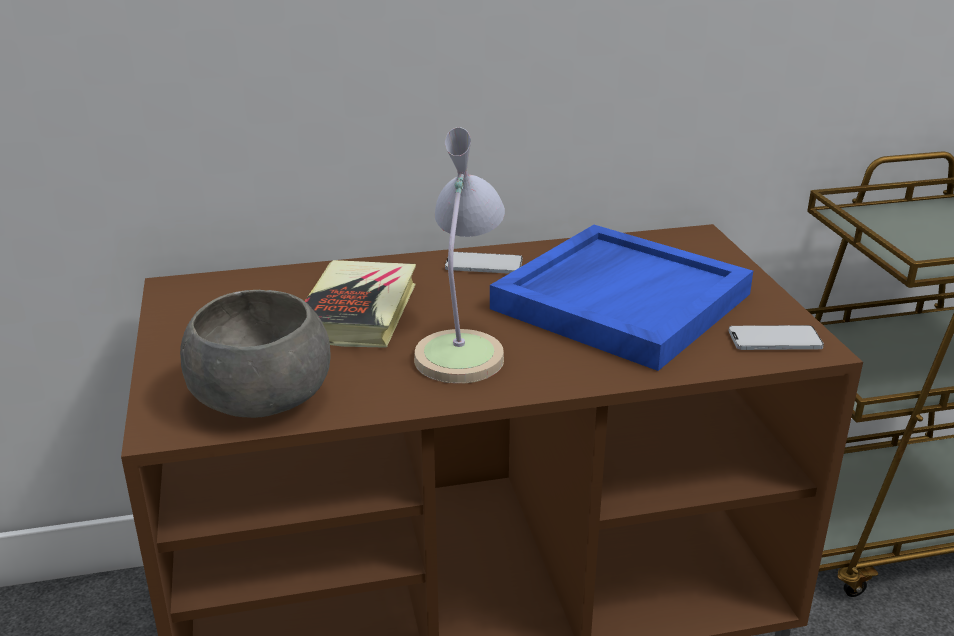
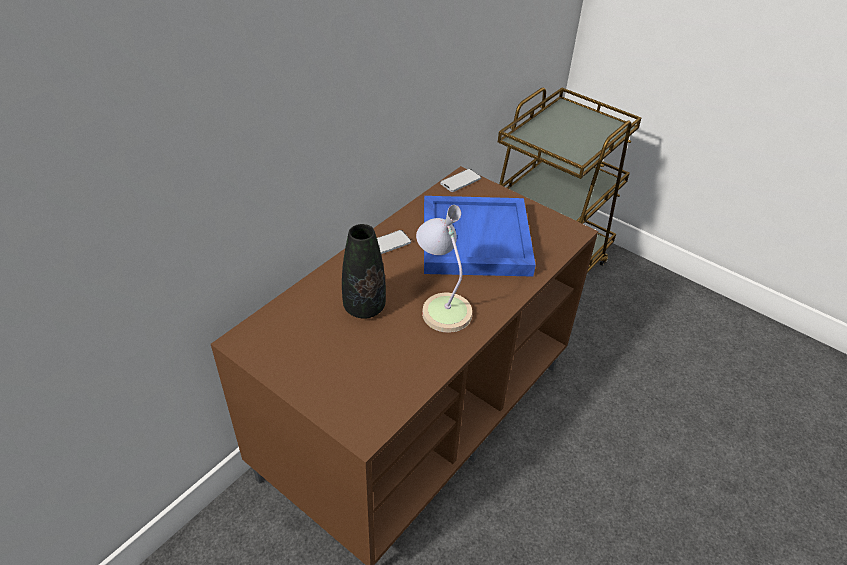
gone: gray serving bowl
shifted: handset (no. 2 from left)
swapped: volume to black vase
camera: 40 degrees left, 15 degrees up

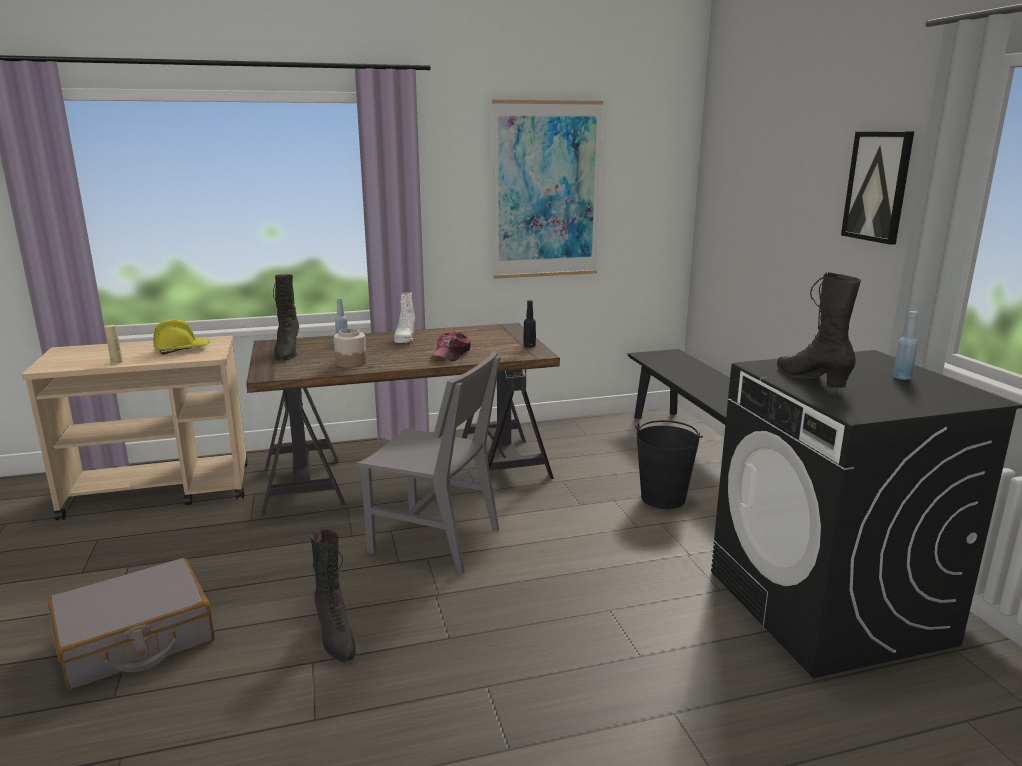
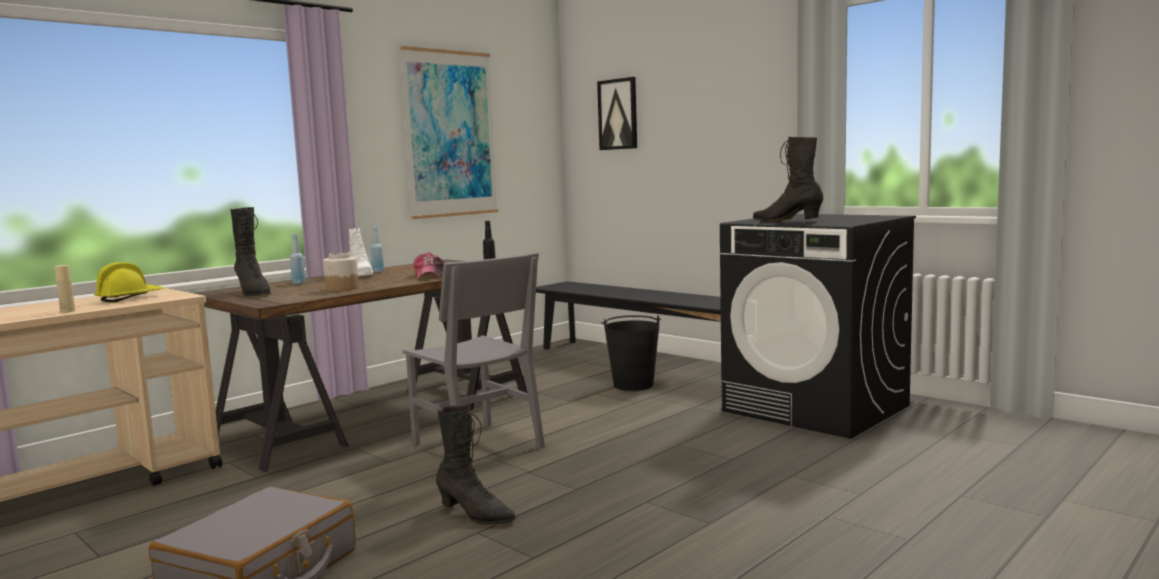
shifted: wall picture (no. 2 from left); blue bottle (no. 2 from left)
rotated: gray chair 60 degrees clockwise
camera: 30 degrees left, 10 degrees down

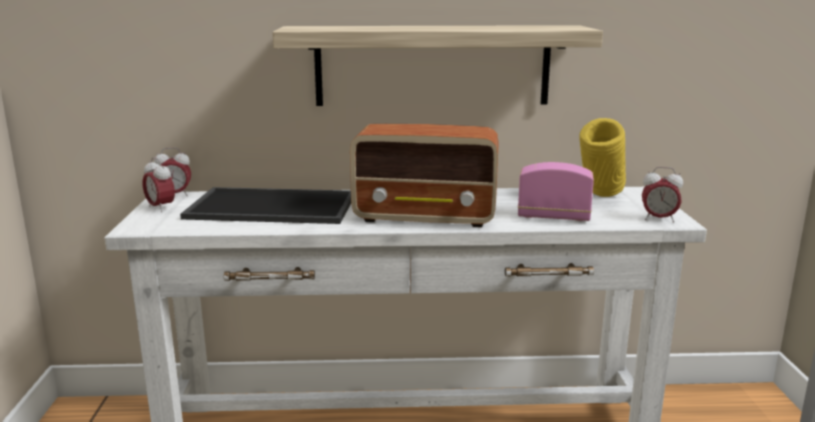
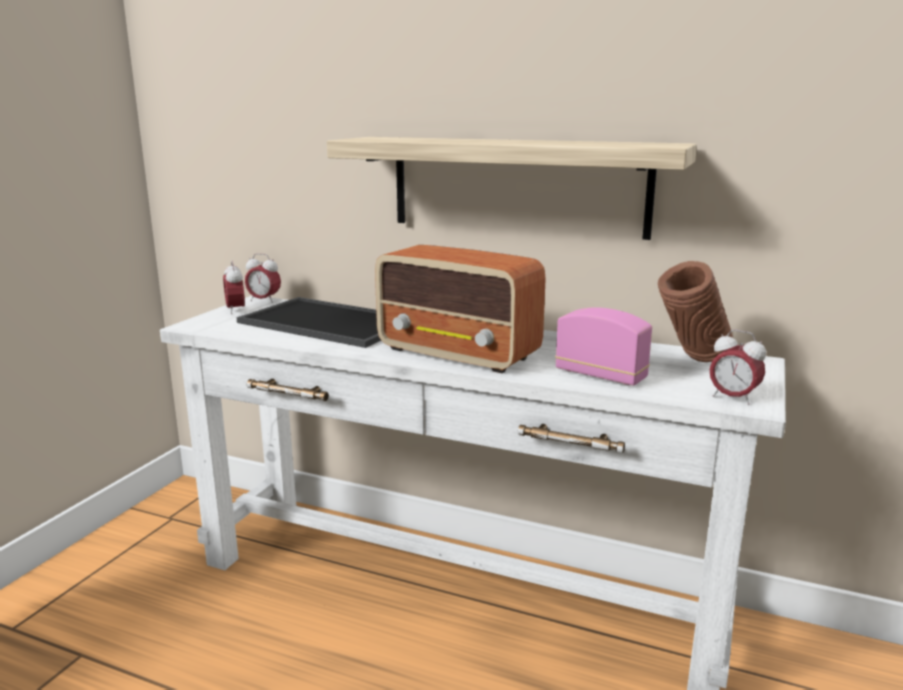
repainted: yellow-coloured vase to brown-coloured vase
camera: 25 degrees right, 0 degrees up

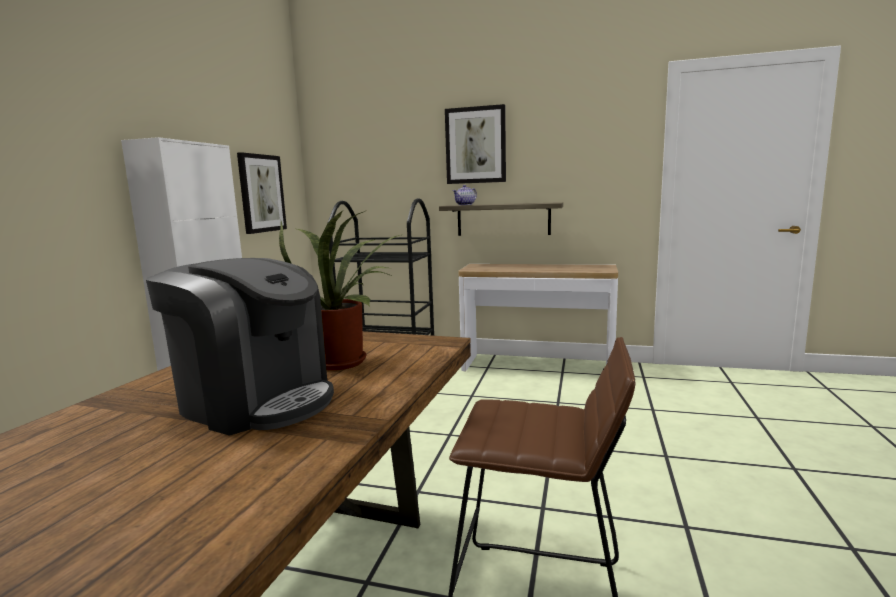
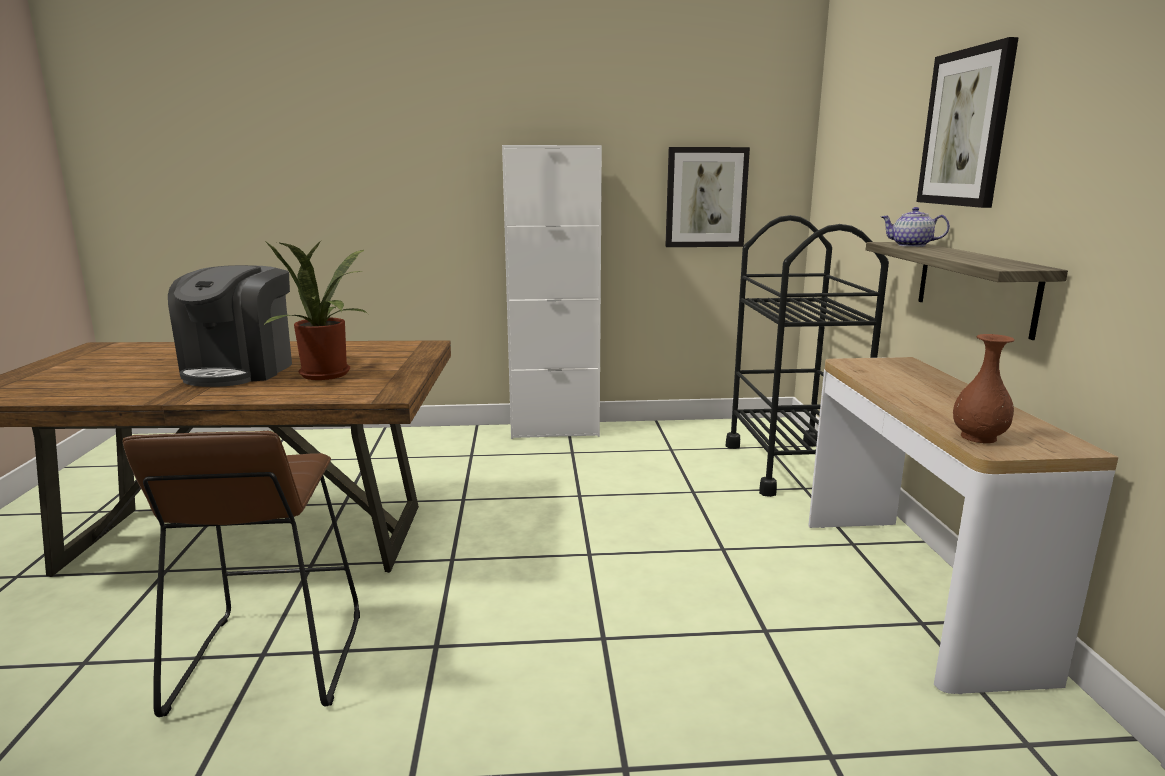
new: brown-coloured vase
camera: 70 degrees right, 5 degrees up

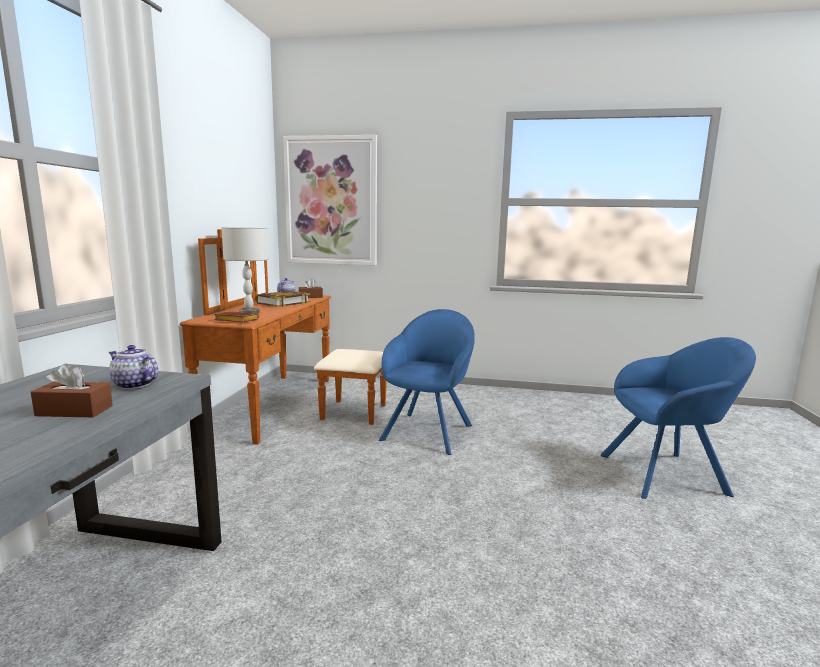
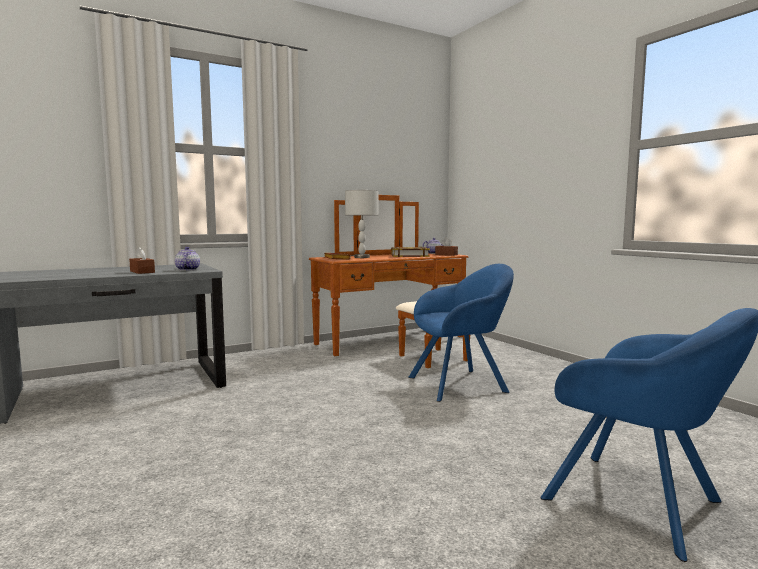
gone: wall picture
camera: 50 degrees right, 5 degrees down

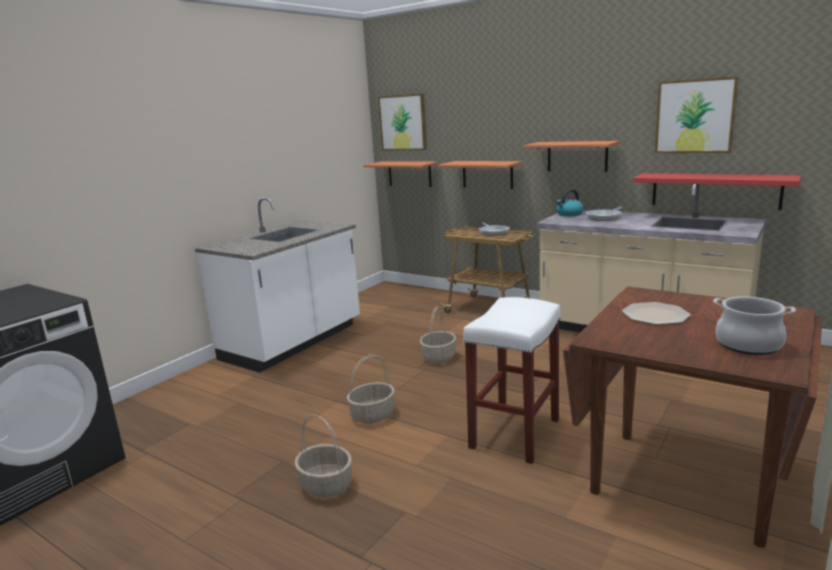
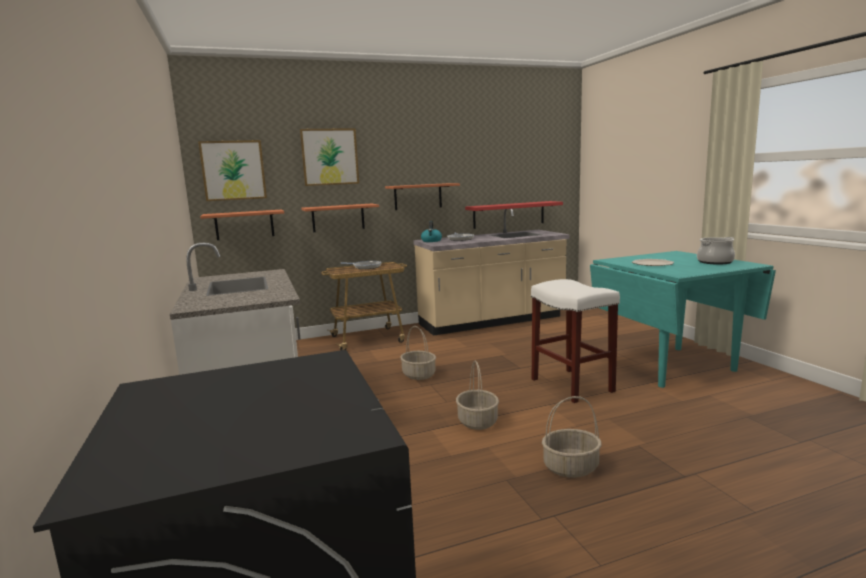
shifted: wall picture (no. 2 from left)
repainted: brown-coloured dining table to turquoise-coloured dining table
camera: 55 degrees left, 5 degrees down

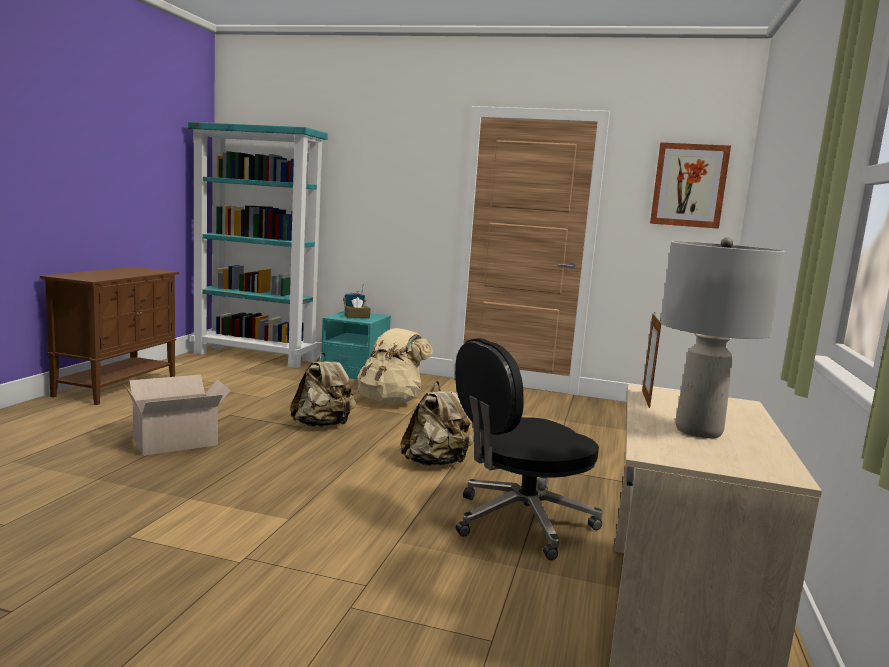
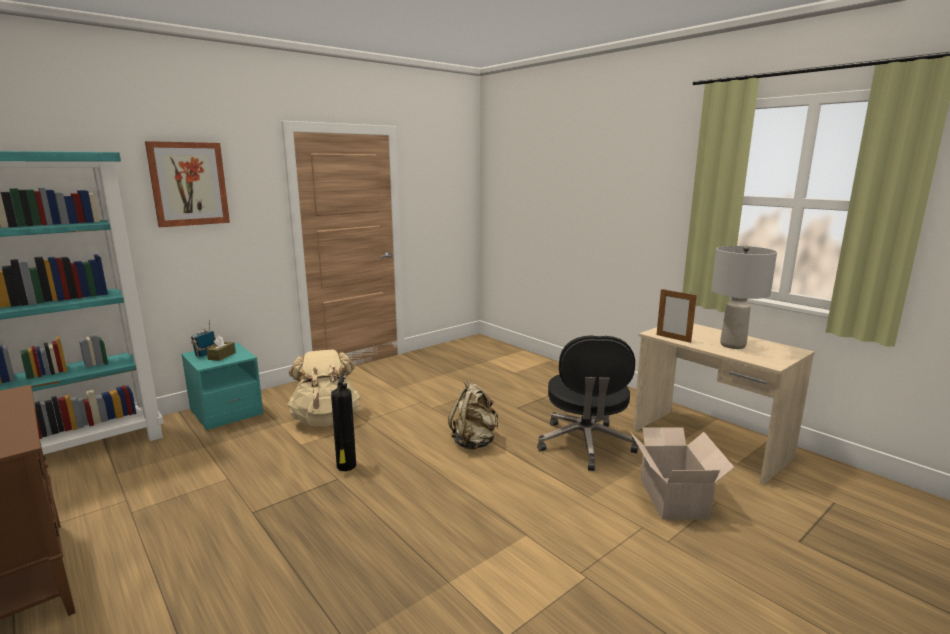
shifted: carton; wall picture
swapped: sand-coloured backpack (no. 1 from left) to fire extinguisher
camera: 55 degrees left, 5 degrees up

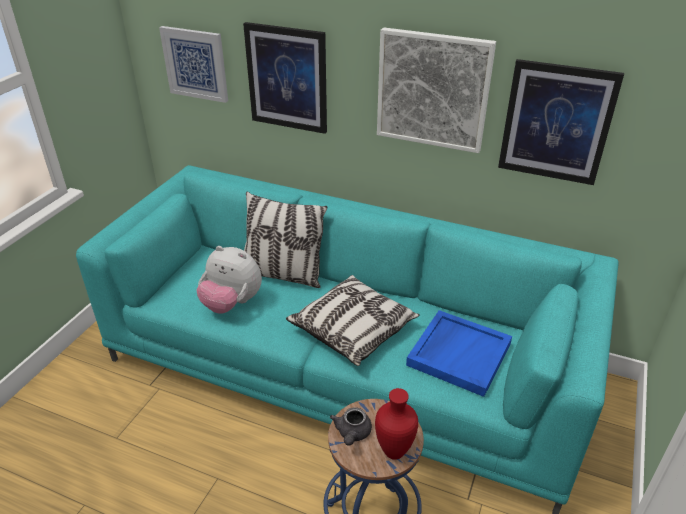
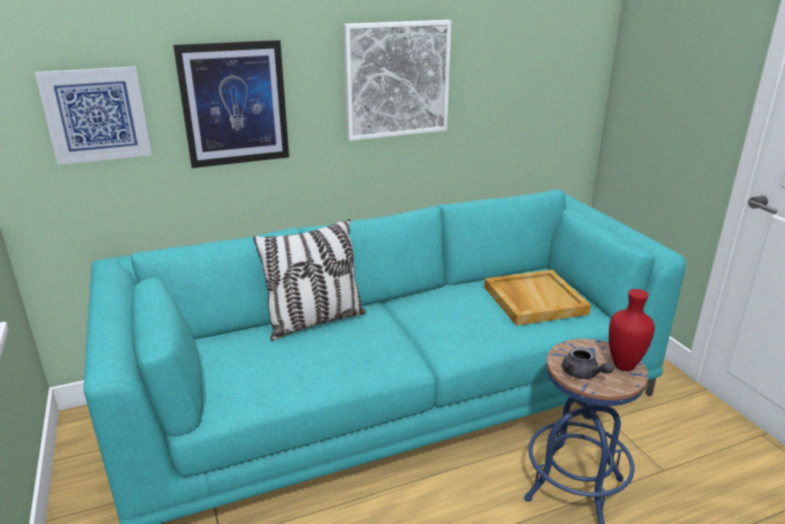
gone: cuddly toy; throw pillow (no. 2 from left); wall picture (no. 4 from left)
repainted: blue tray to sand-coloured tray
camera: 45 degrees left, 10 degrees down

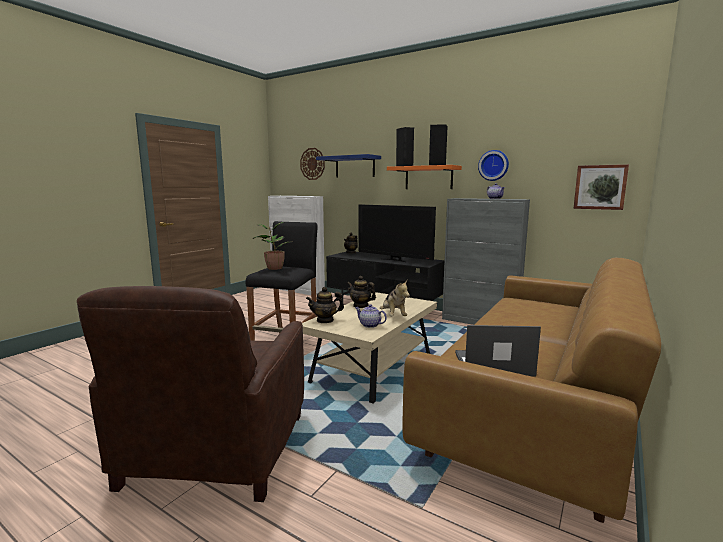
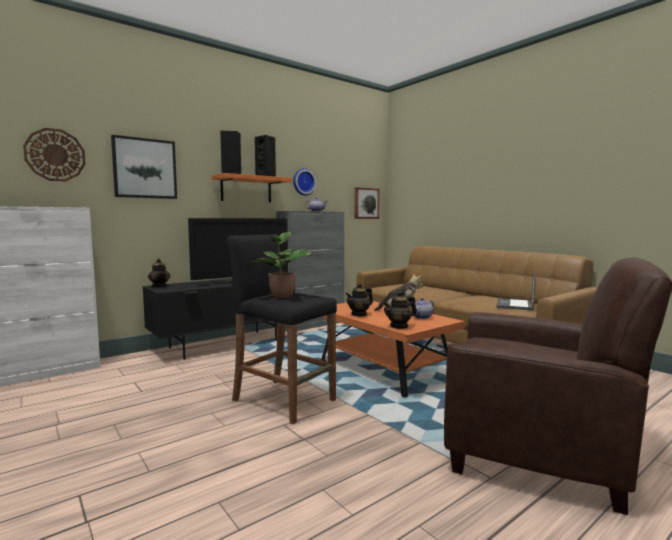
swapped: blue shelf to wall picture (no. 1 from left)
repainted: sand-coloured lounge table to orange-coloured lounge table
rotated: tea pot (no. 1 from left in the first image) 60 degrees clockwise
camera: 70 degrees left, 5 degrees down

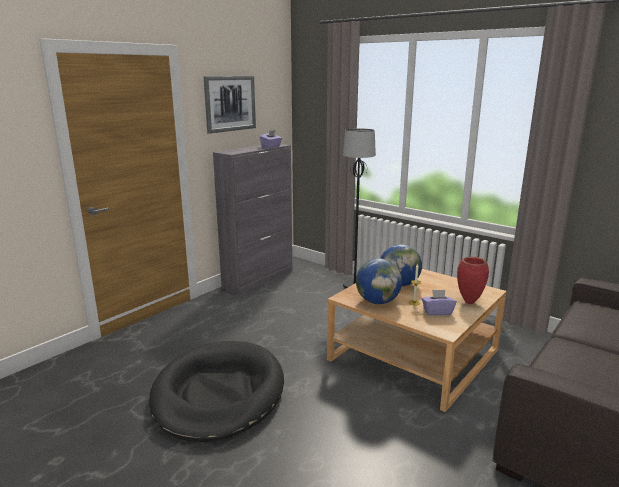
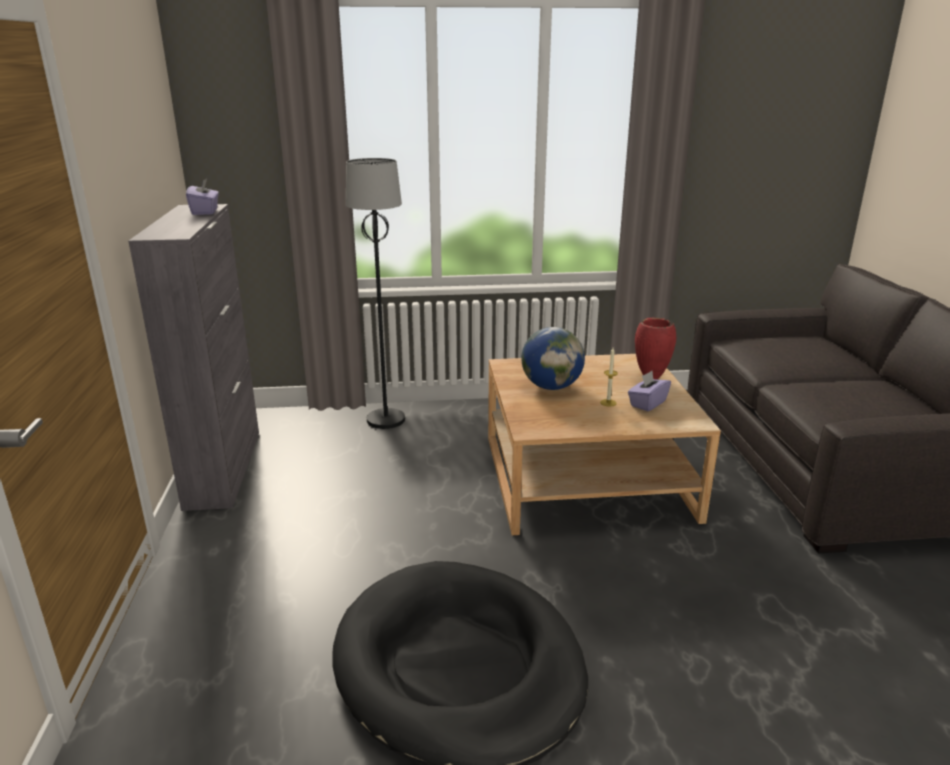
gone: wall picture; globe (no. 1 from left)
camera: 45 degrees left, 5 degrees up

